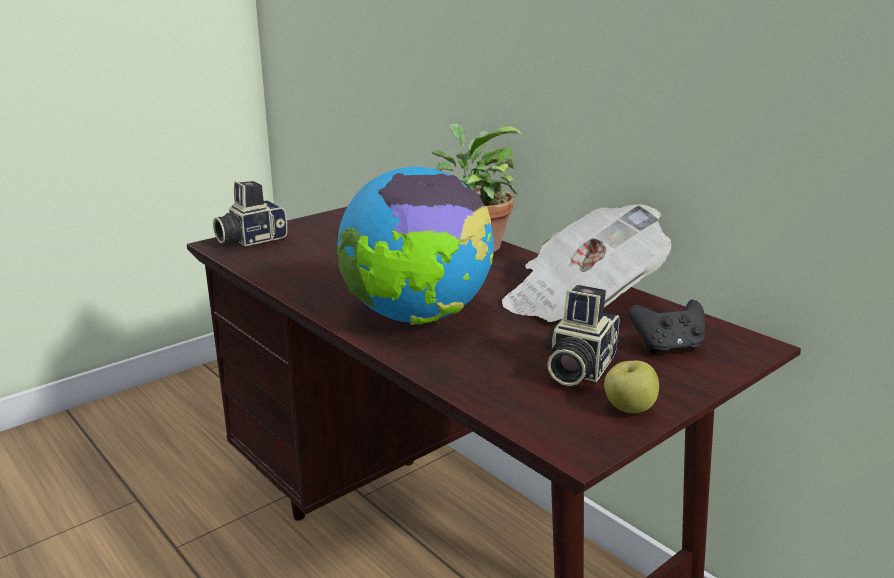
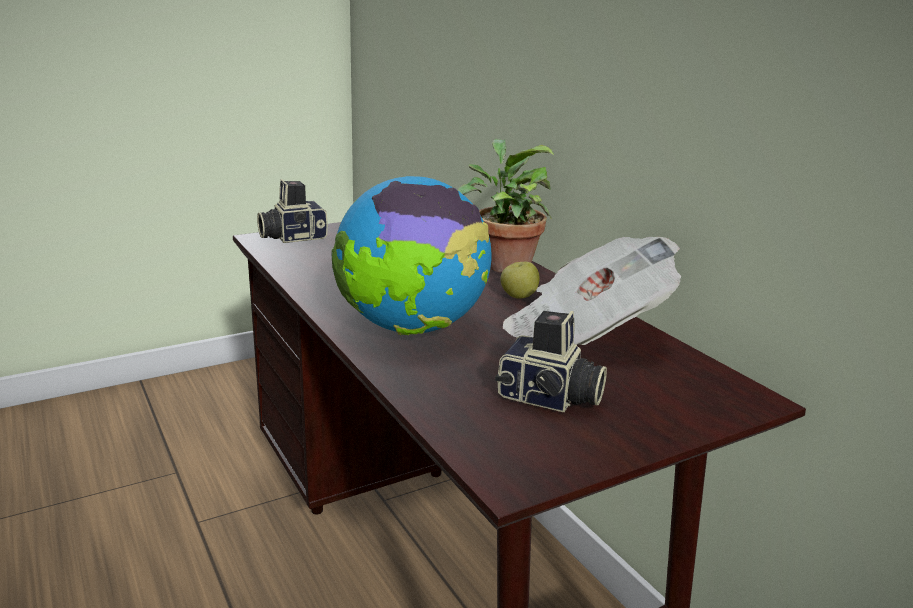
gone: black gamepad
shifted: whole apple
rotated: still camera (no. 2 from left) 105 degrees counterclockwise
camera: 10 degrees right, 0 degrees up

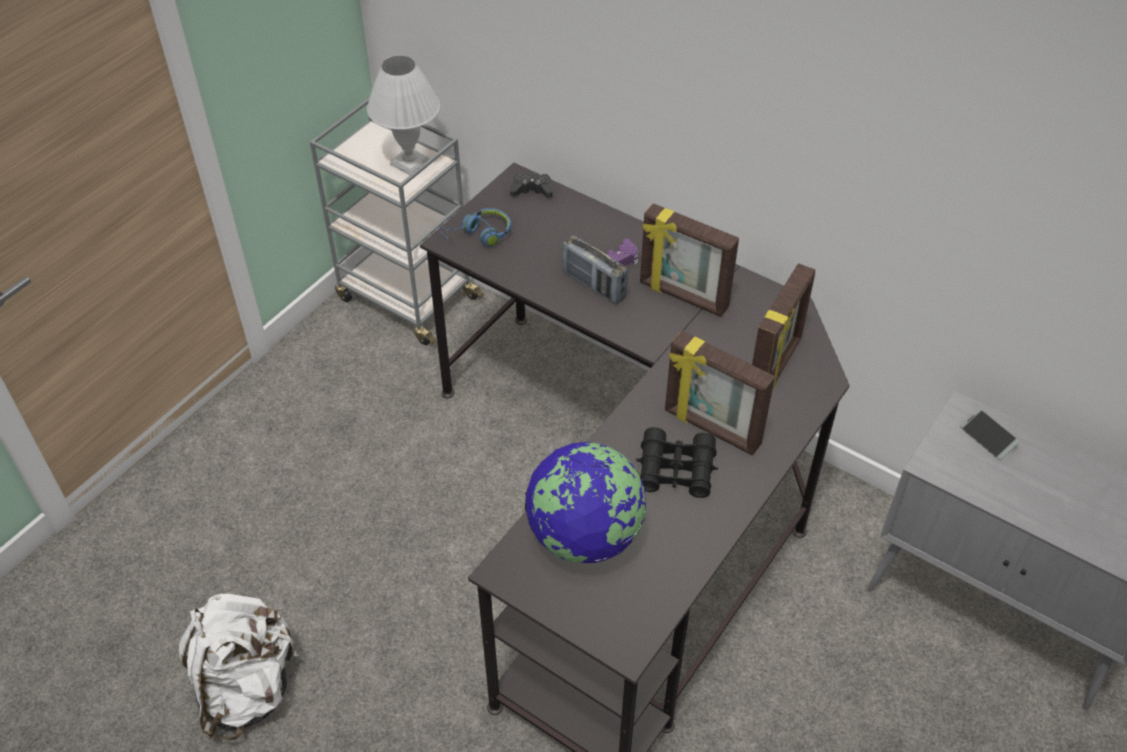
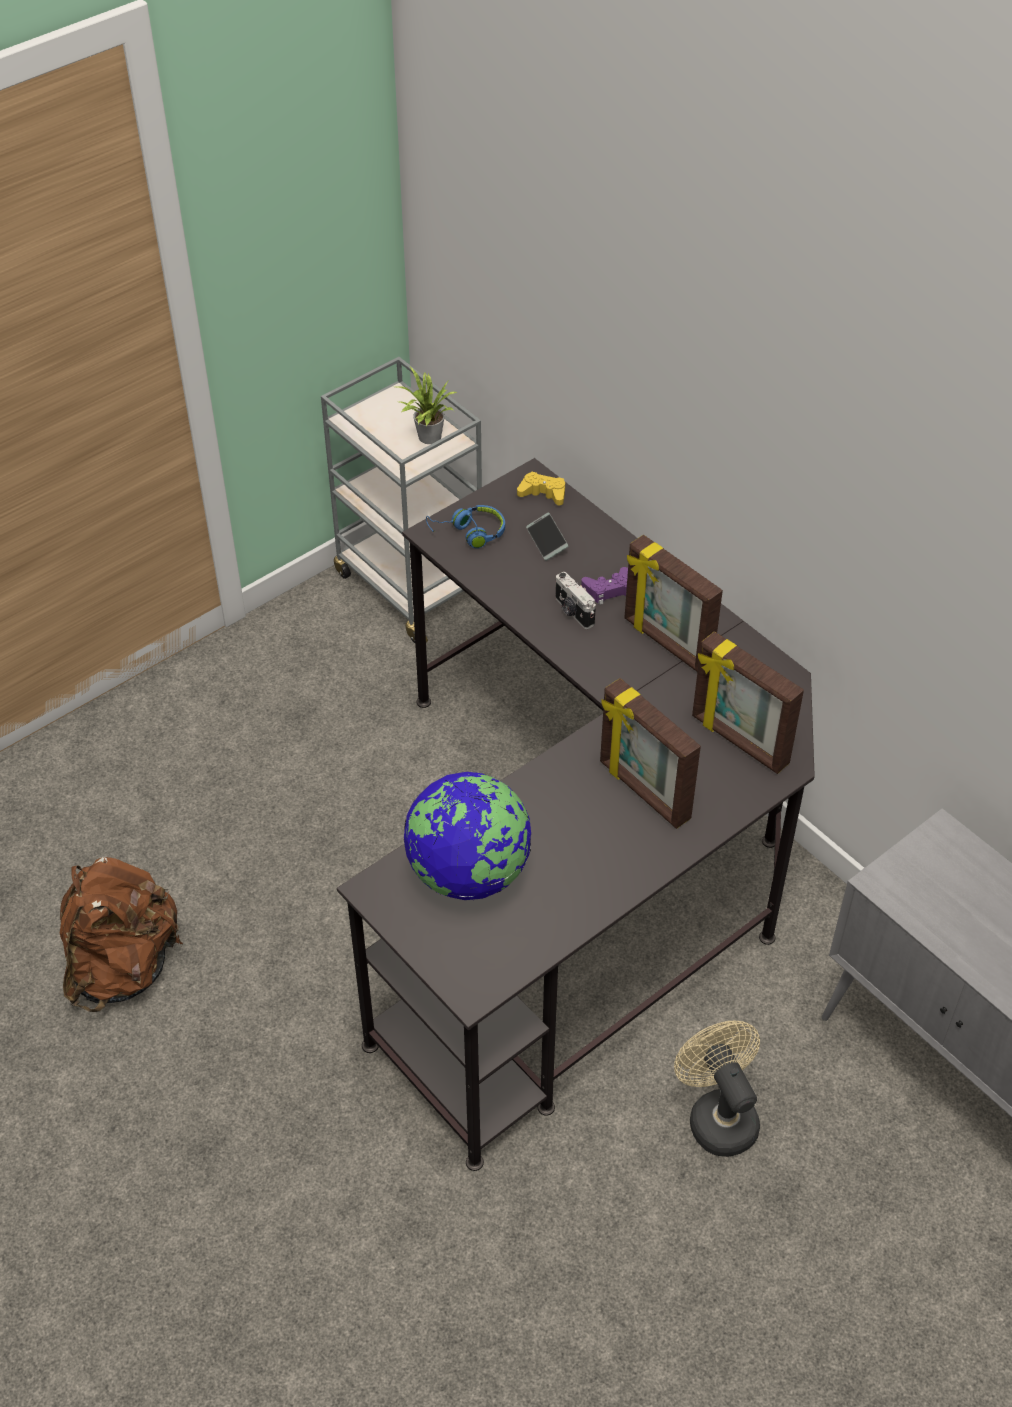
gone: black pair of binoculars
new: sand-coloured electric fan
shifted: handset
swapped: white-coloured lamp for a table to plant in a pot; radio set to still camera
repainted: white-coloured backpack to brown-coloured backpack; black gamepad to yellow-coloured gamepad
rotated: picture frame (no. 3 from left) 90 degrees clockwise
camera: 15 degrees right, 0 degrees up

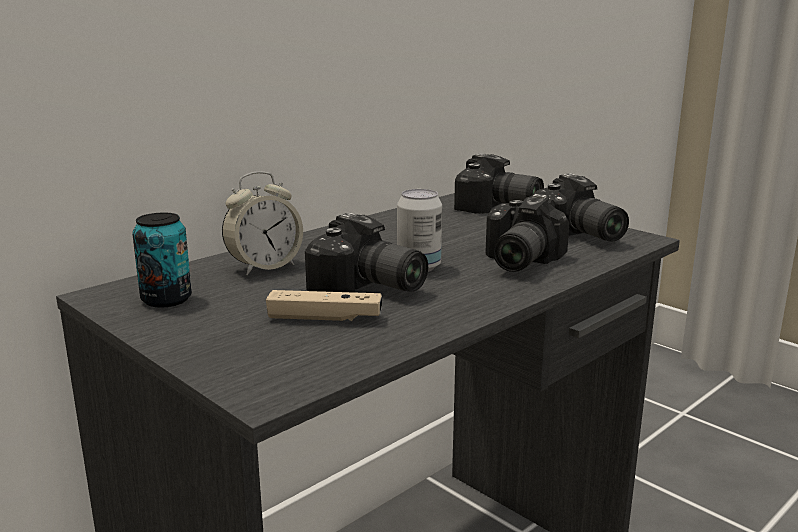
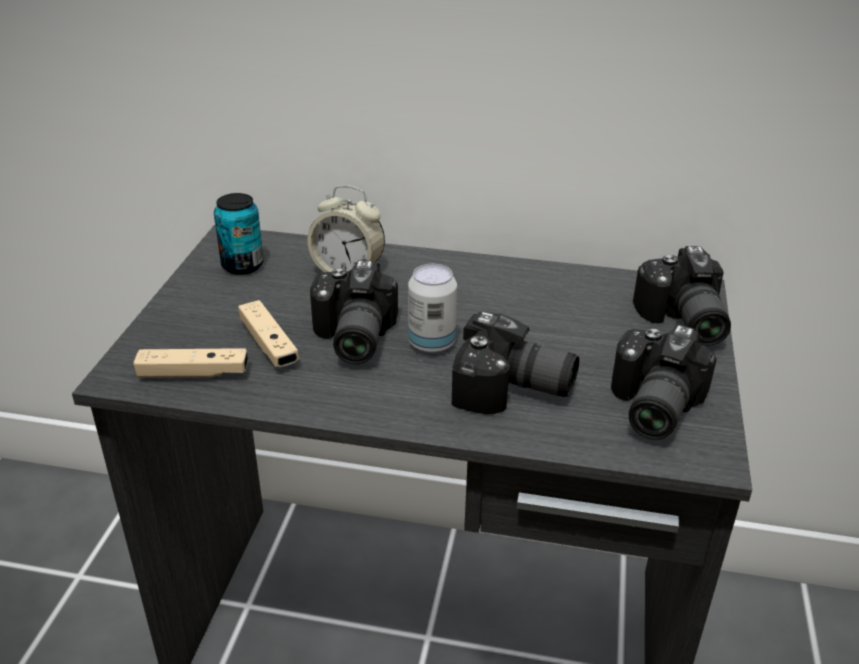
new: sand-coloured gamepad (no. 1 from left)
rotated: still camera (no. 3 from left in the first image) 150 degrees counterclockwise
camera: 55 degrees right, 15 degrees up

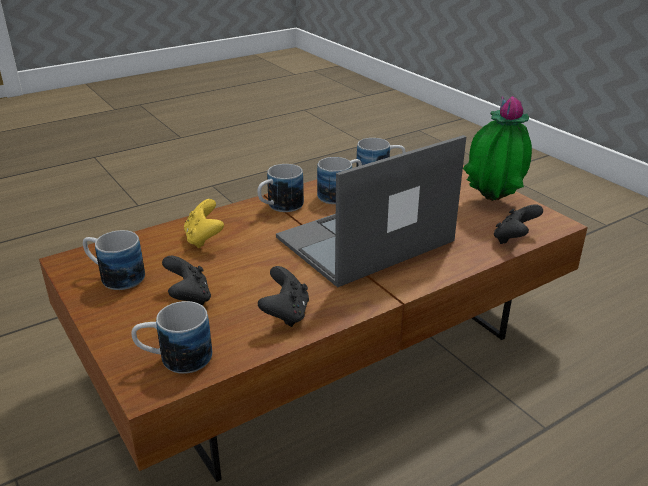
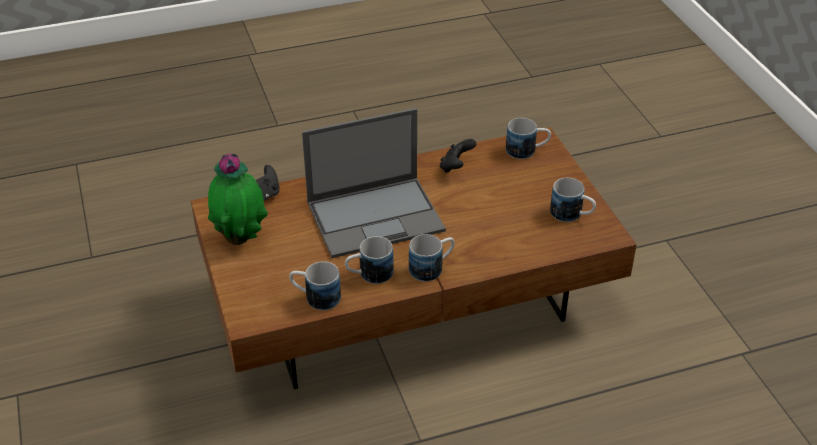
gone: black gamepad (no. 1 from left); yellow-coloured gamepad
camera: 165 degrees left, 10 degrees up

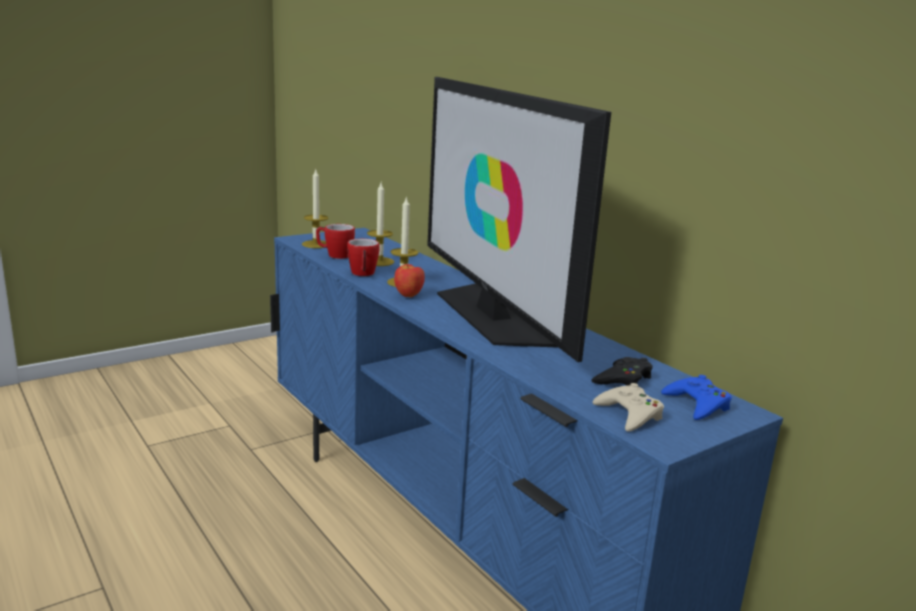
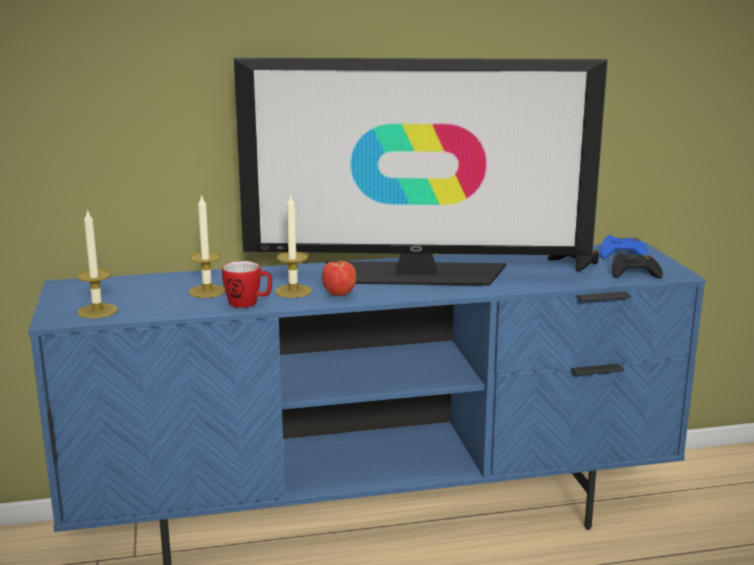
gone: coffee mug (no. 1 from left)
repainted: sand-coloured gamepad to black gamepad (no. 2 from left)
camera: 65 degrees left, 0 degrees up

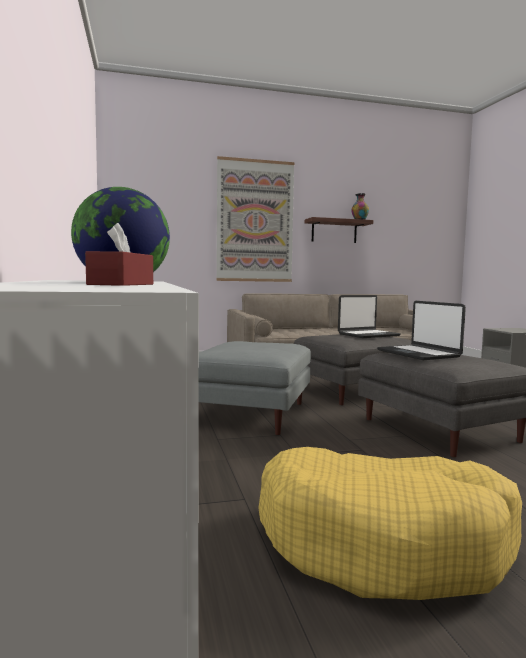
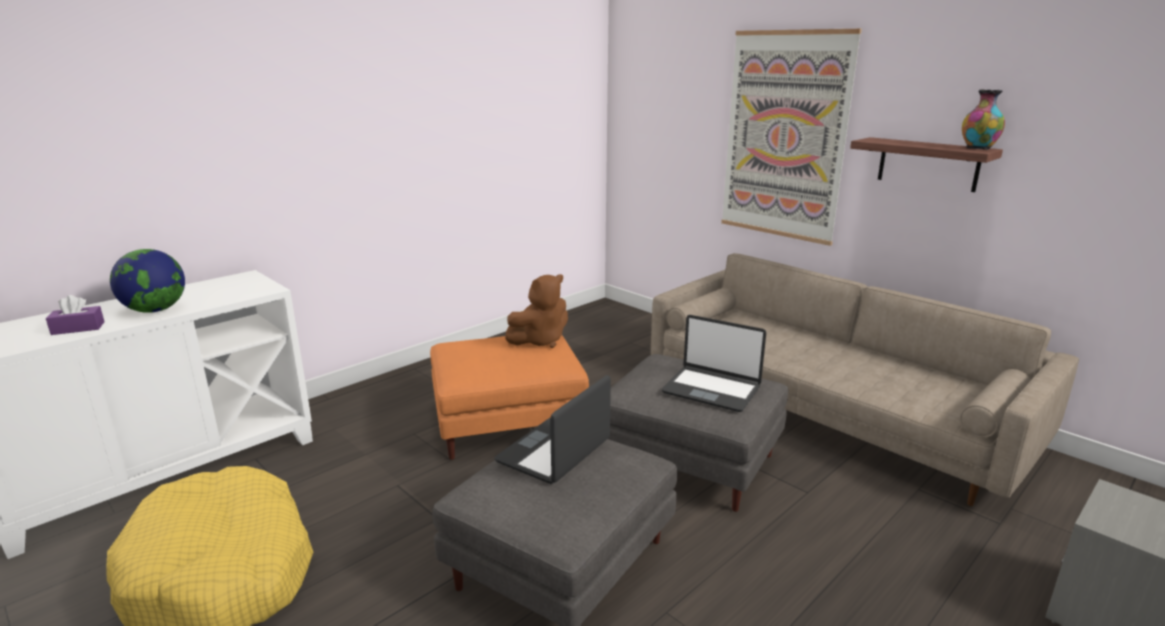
new: brown-coloured cuddly toy
repainted: reddish tissue holder to purplish tissue holder; gray footrest (no. 1 from left) to orange-coloured footrest
camera: 60 degrees right, 15 degrees up

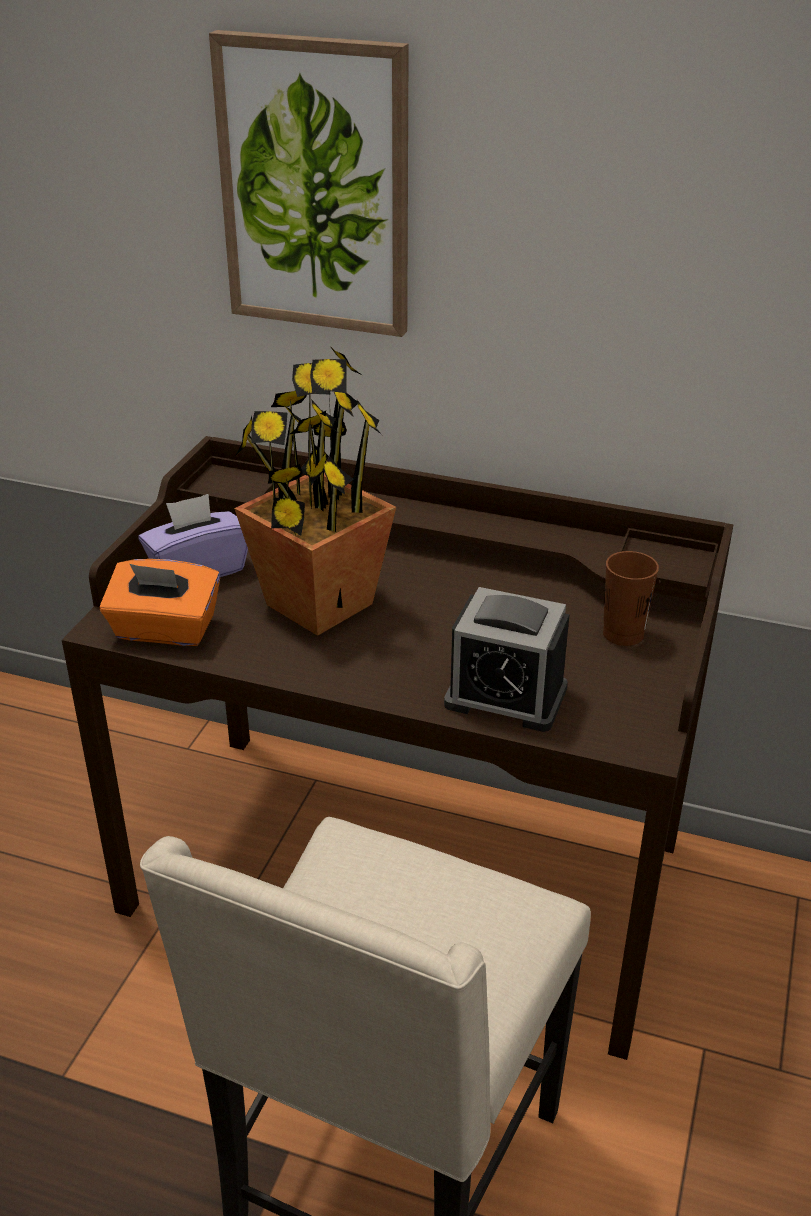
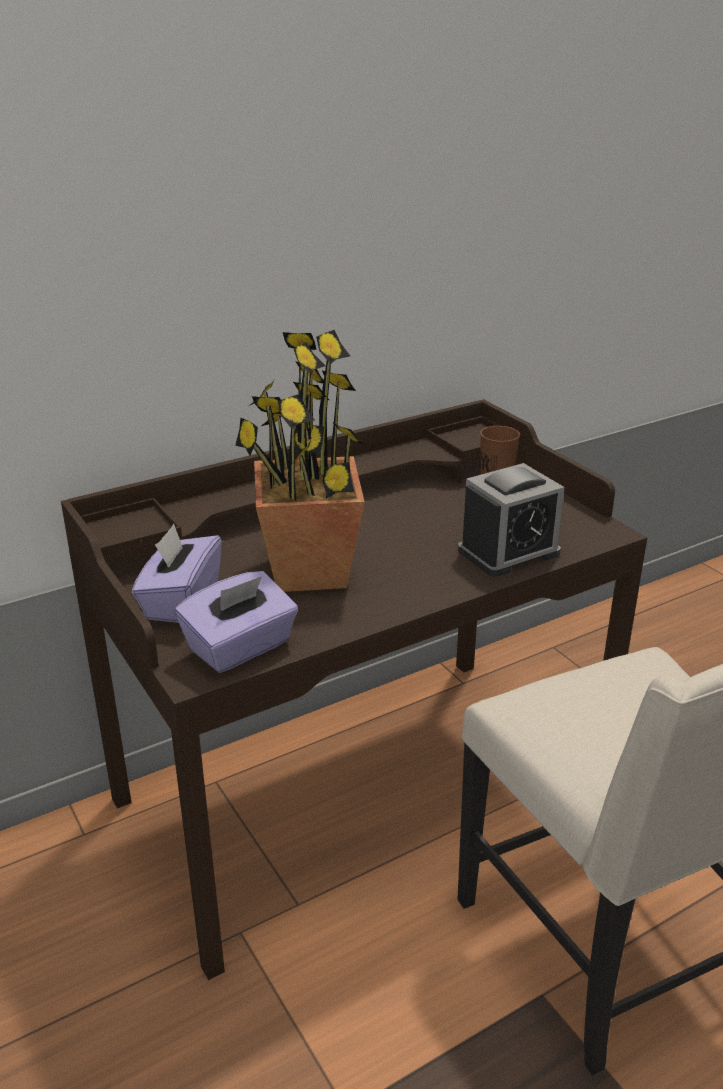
gone: wall picture
repainted: orange-coloured tissue holder to purplish tissue holder (no. 2 from left)
camera: 50 degrees left, 5 degrees down

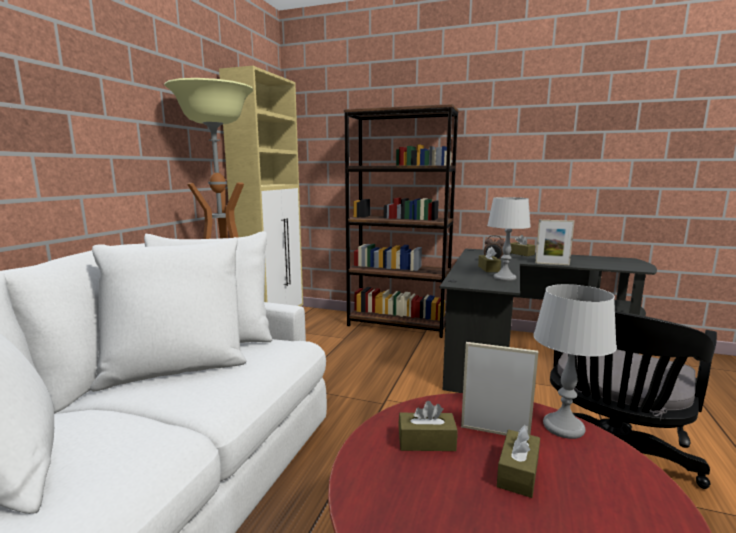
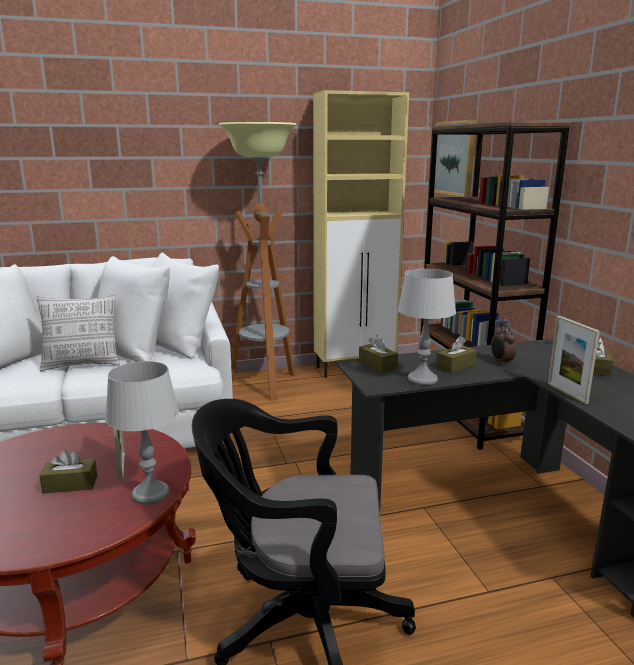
new: throw pillow; wall picture
shifted: brown-coloured tissue holder (no. 1 from left in the first image) to brown-coloured tissue holder (no. 2 from left)
camera: 55 degrees right, 5 degrees up

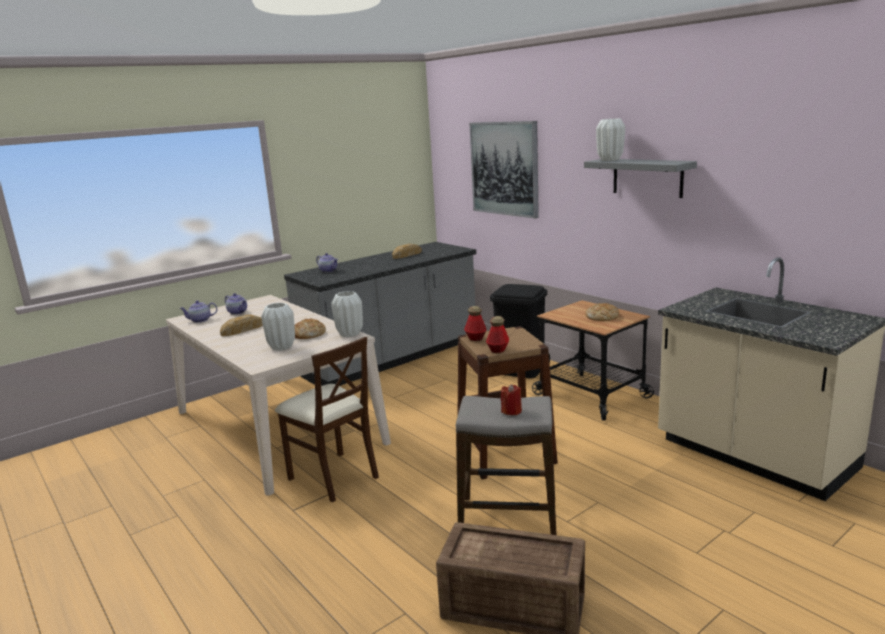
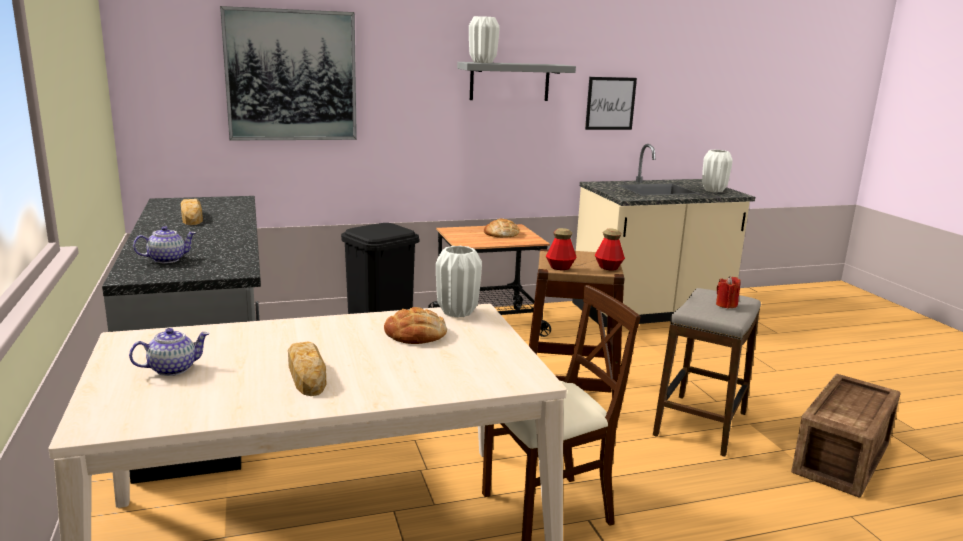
gone: tea pot (no. 1 from left)
new: wall picture (no. 2 from left)
shifted: white-coloured vase (no. 1 from left in the first image) to white-coloured vase (no. 3 from left)
camera: 70 degrees left, 0 degrees up

